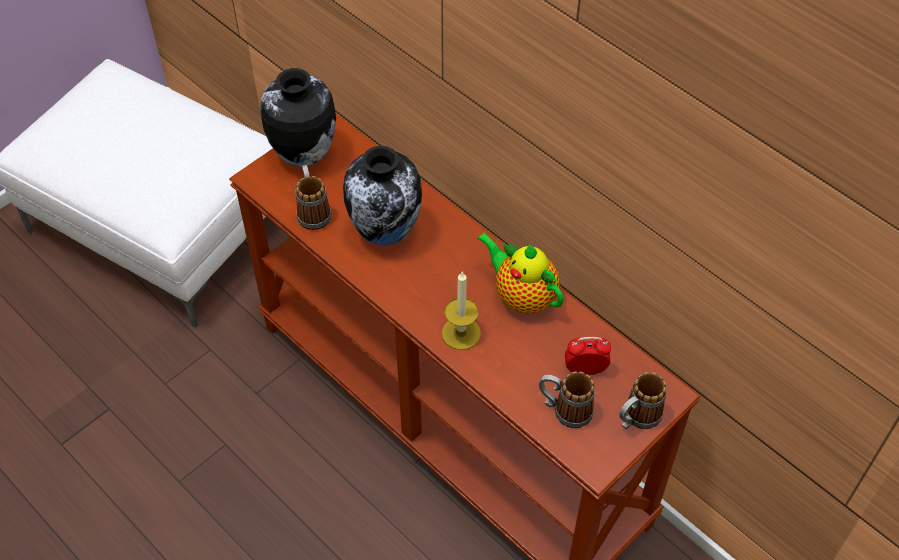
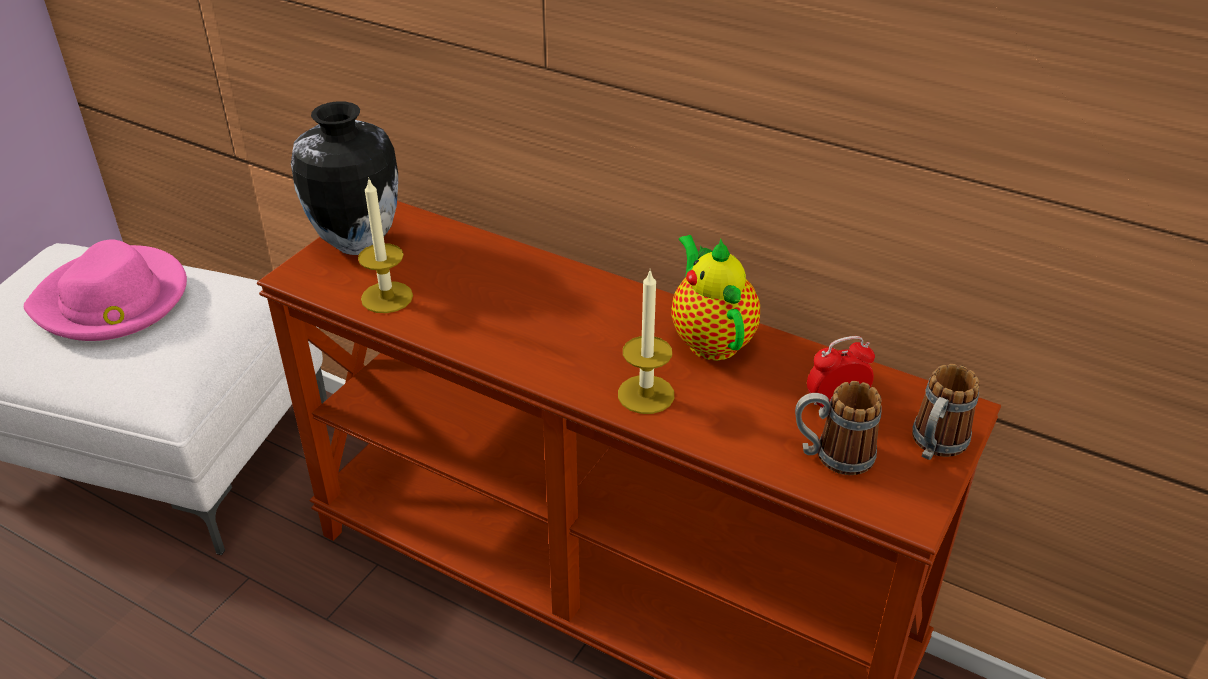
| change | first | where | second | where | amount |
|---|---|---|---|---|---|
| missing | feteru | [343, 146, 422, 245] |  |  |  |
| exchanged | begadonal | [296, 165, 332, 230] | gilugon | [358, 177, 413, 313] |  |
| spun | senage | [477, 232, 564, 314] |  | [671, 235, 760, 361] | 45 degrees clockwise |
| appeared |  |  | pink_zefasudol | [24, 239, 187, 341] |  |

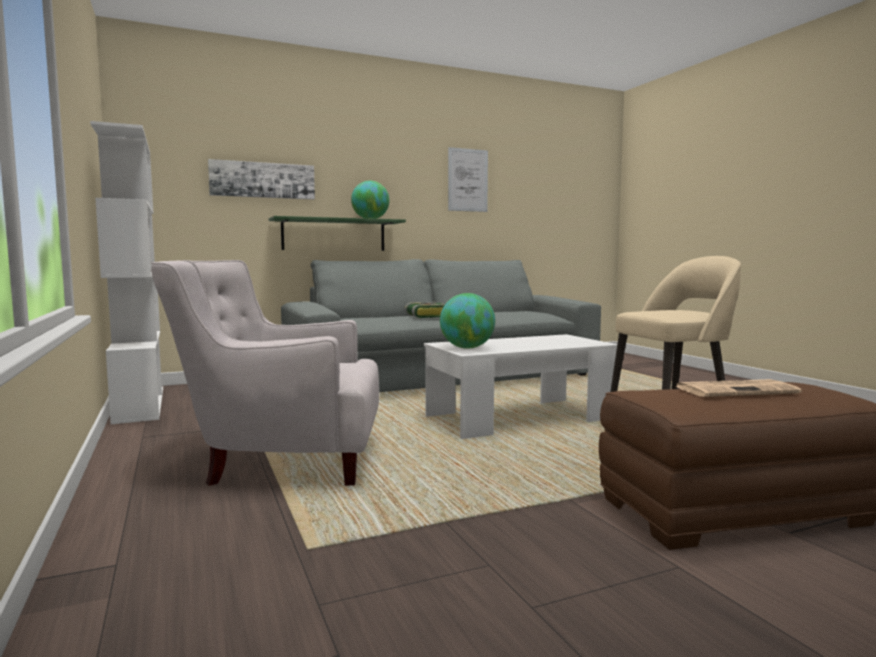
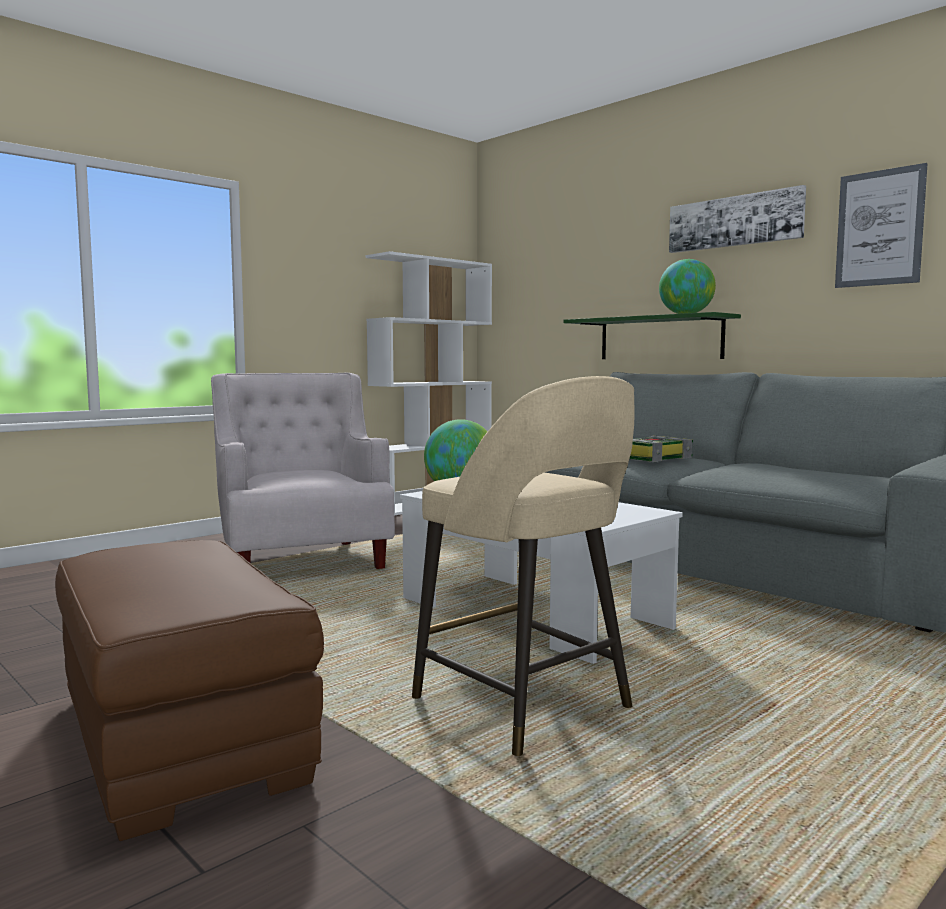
| change | first | where | second | where | amount |
|---|---|---|---|---|---|
| relocated | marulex | [208, 159, 315, 200] |  | [669, 185, 806, 253] |  |
| missing | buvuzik | [674, 379, 802, 397] |  |  |  |

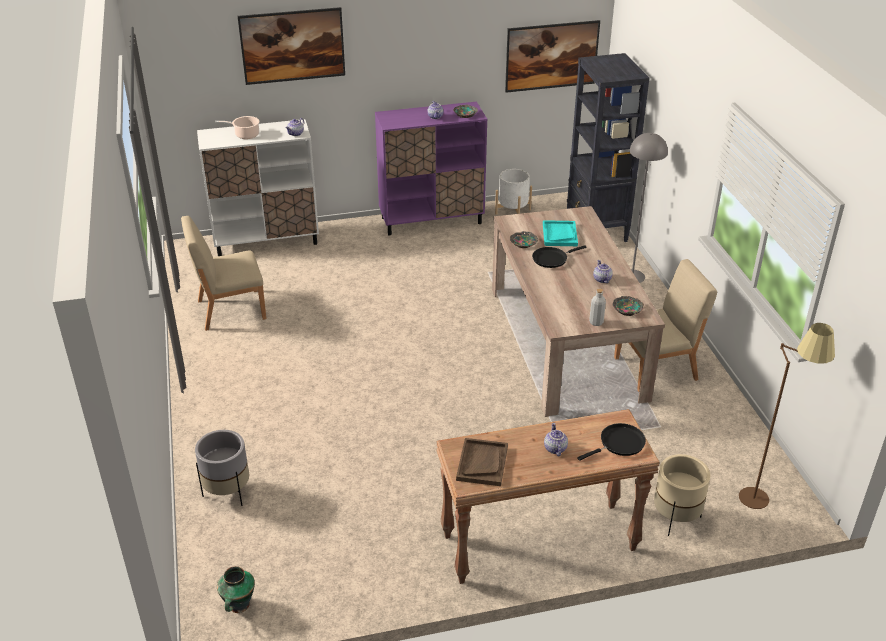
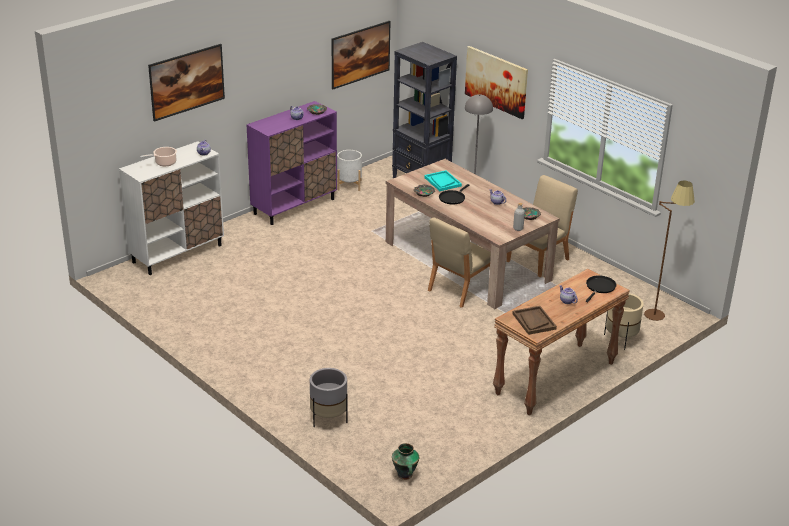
| change | first | where | second | where | amount |
|---|---|---|---|---|---|
| relocated | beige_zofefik | [181, 216, 266, 331] |  | [428, 217, 491, 308] |  |
| appeared |  |  | marulex | [465, 46, 528, 119] |  |

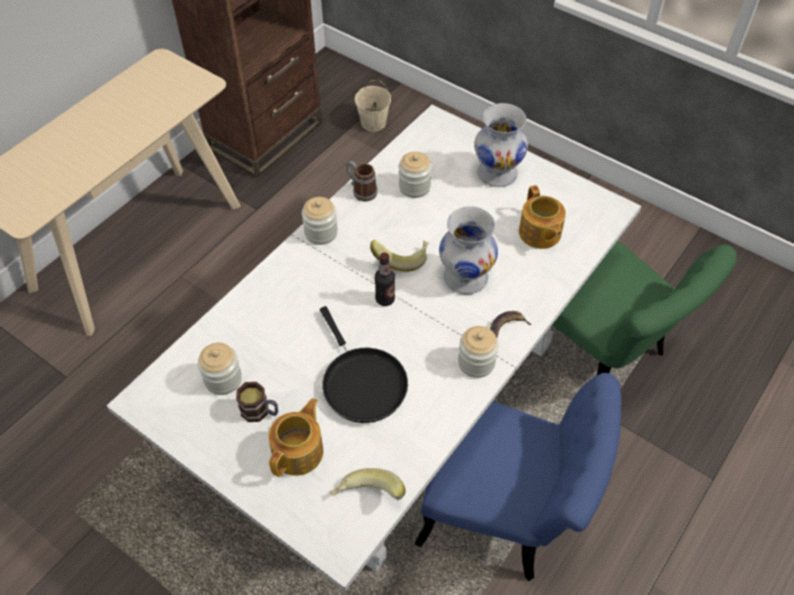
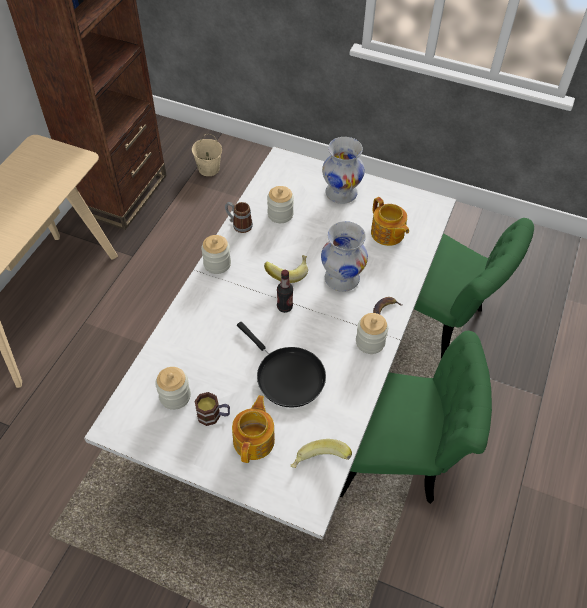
| change | first | where | second | where | amount |
|---|---|---|---|---|---|
| colour | blue_zofefik | [415, 373, 621, 581] | green_zofefik | [340, 331, 492, 504] |  |

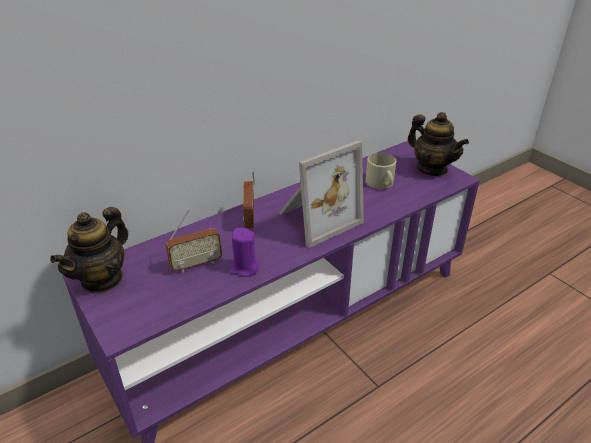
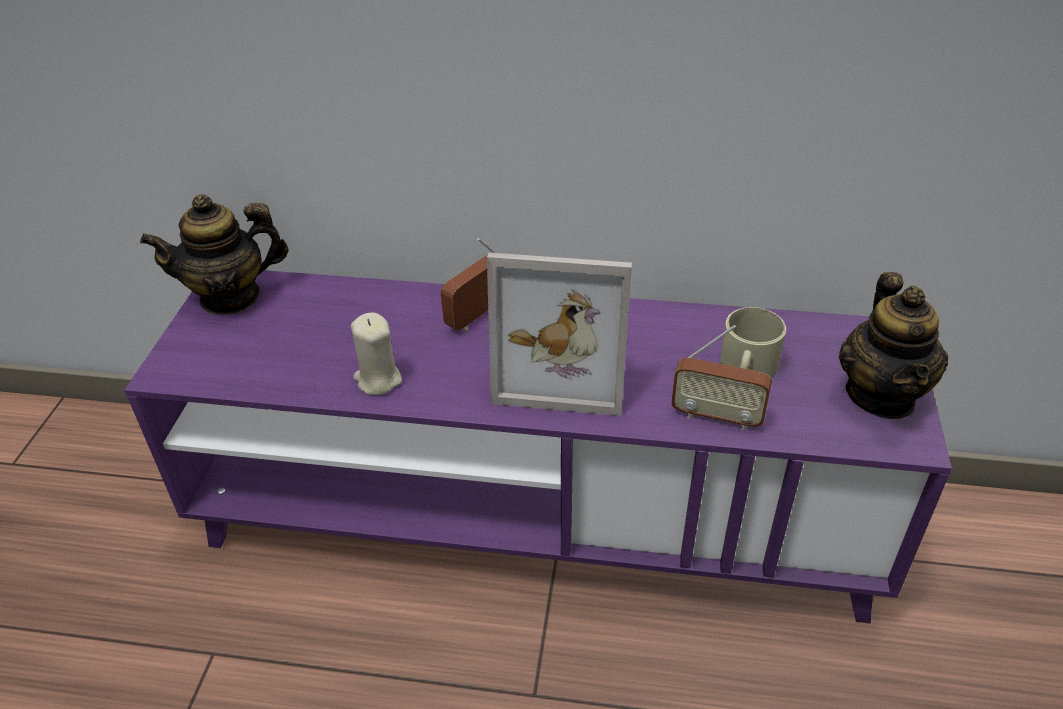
| change | first | where | second | where | amount |
|---|---|---|---|---|---|
| relocated | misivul | [166, 210, 222, 273] |  | [671, 325, 772, 430] |  |
| colour | purple_gilugon | [230, 228, 259, 277] | beige_gilugon | [351, 313, 402, 395] |  |

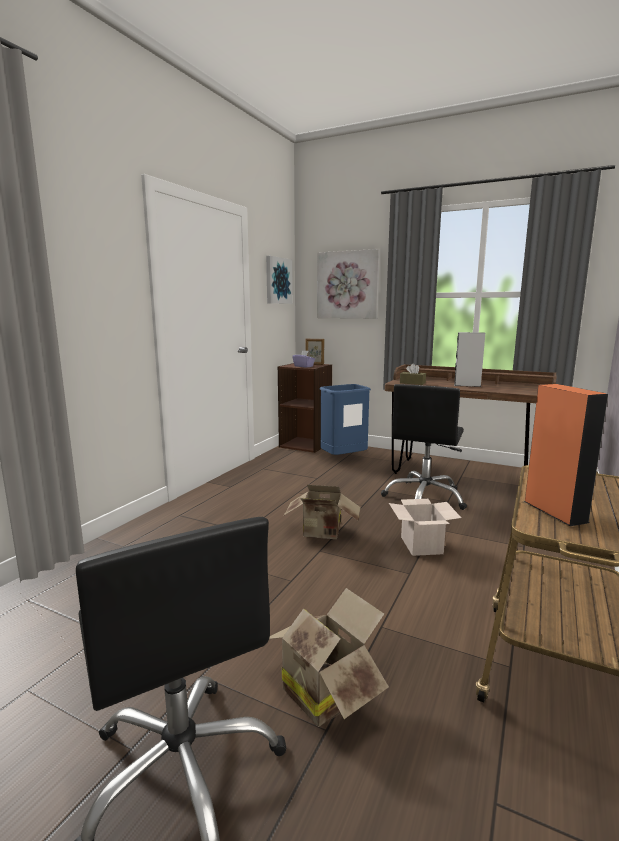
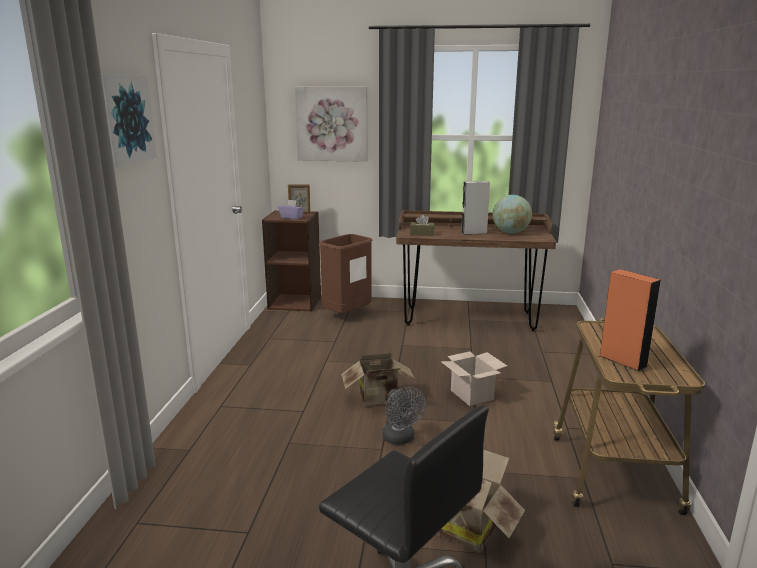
| change | first | where | second | where | amount |
|---|---|---|---|---|---|
| relocated | marulex | [266, 256, 293, 304] |  | [101, 74, 157, 168] |  |
| colour | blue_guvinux | [320, 384, 371, 455] | brown_guvinux | [319, 234, 373, 313] |  |
| missing | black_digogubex | [381, 384, 467, 510] |  |  |  |
| appeared |  |  | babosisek | [493, 195, 532, 234] |  |
| appeared |  |  | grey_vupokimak | [382, 387, 426, 445] |  |

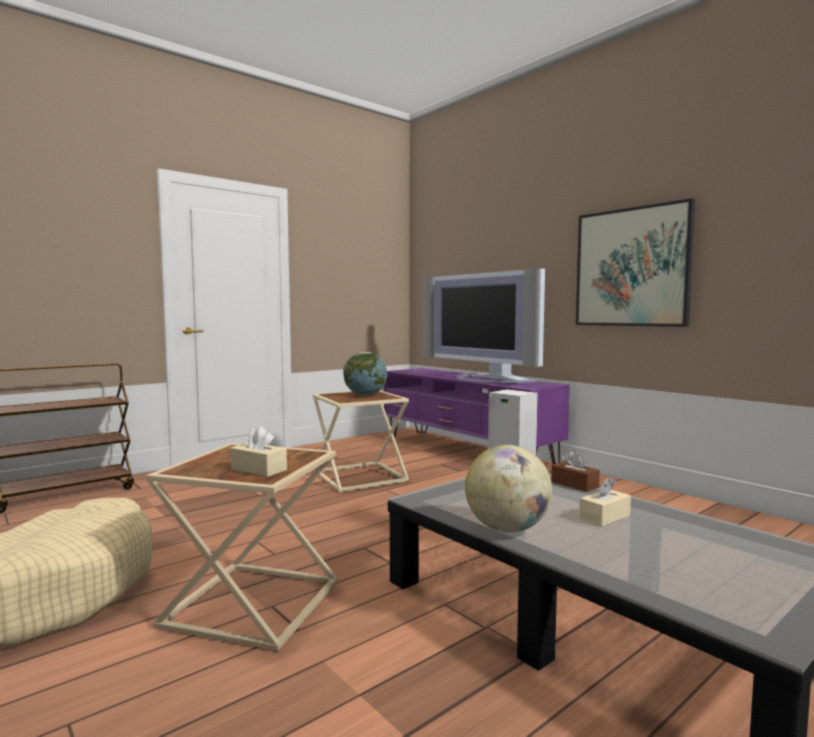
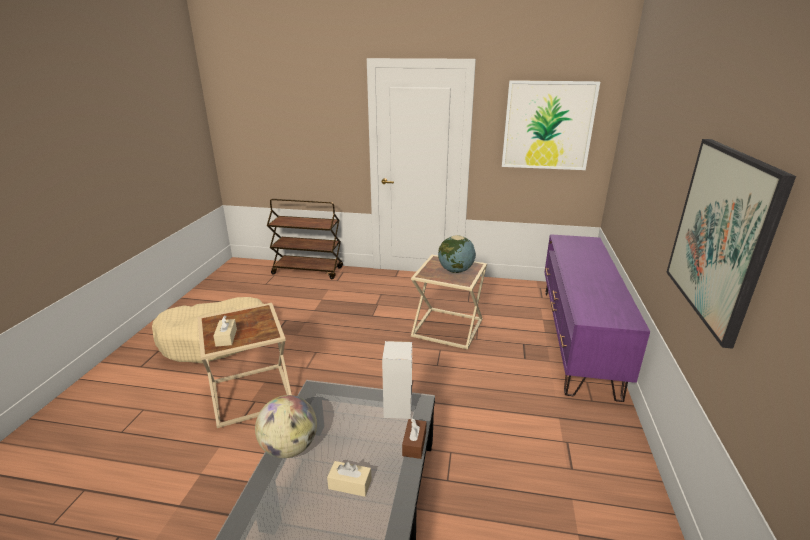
| change | first | where | second | where | amount |
|---|---|---|---|---|---|
| missing | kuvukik | [423, 268, 545, 384] |  |  |  |
| appeared |  |  | marulex | [502, 80, 600, 170] |  |

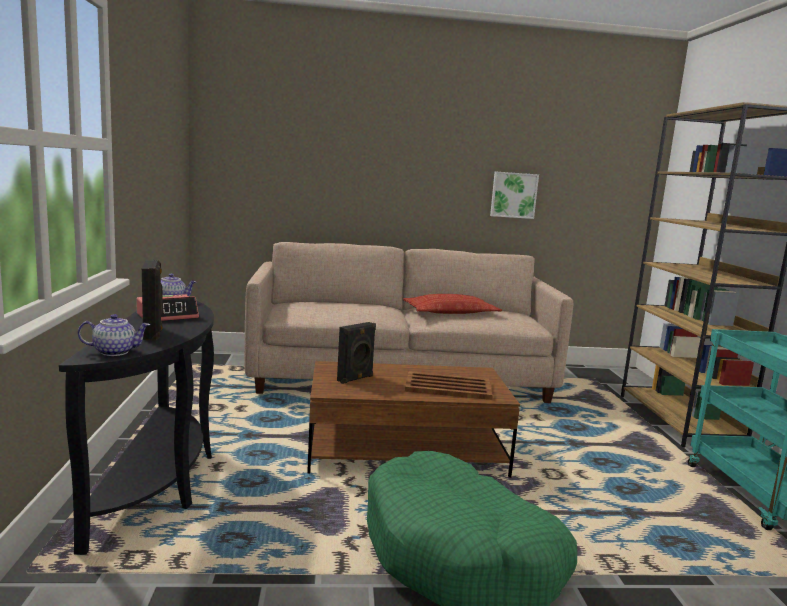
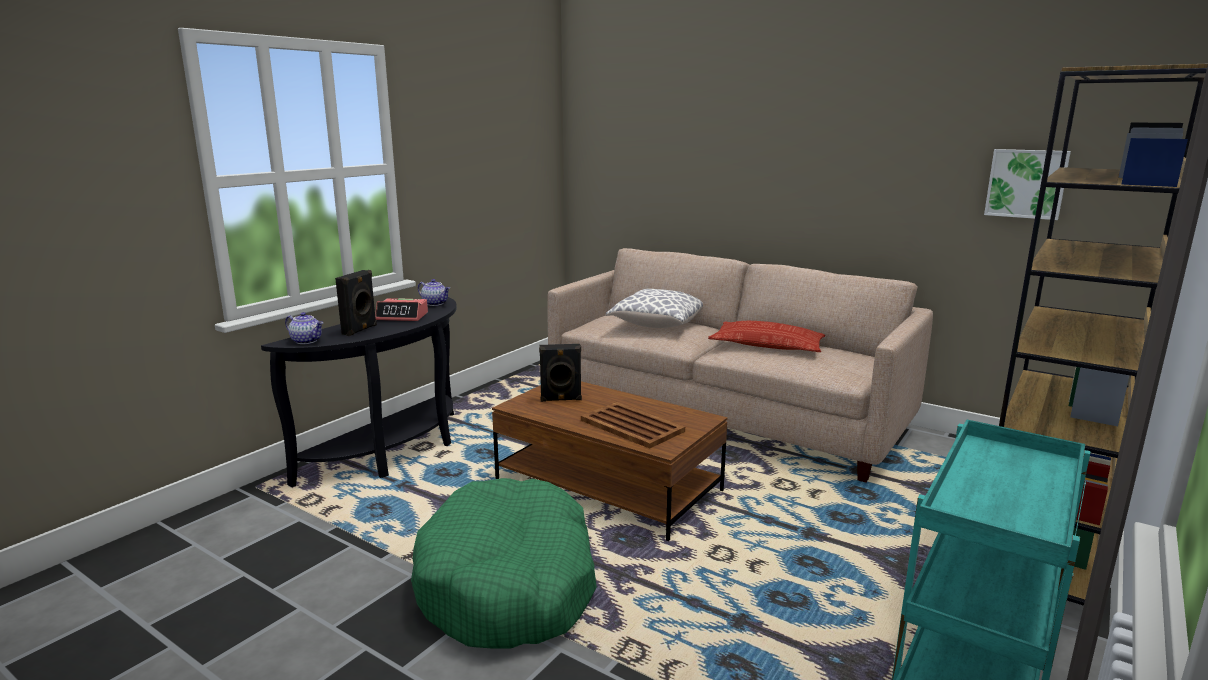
| change | first | where | second | where | amount |
|---|---|---|---|---|---|
| relocated | marulex | [490, 172, 539, 219] |  | [984, 149, 1071, 220] |  |
| appeared |  |  | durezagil | [606, 289, 703, 328] |  |

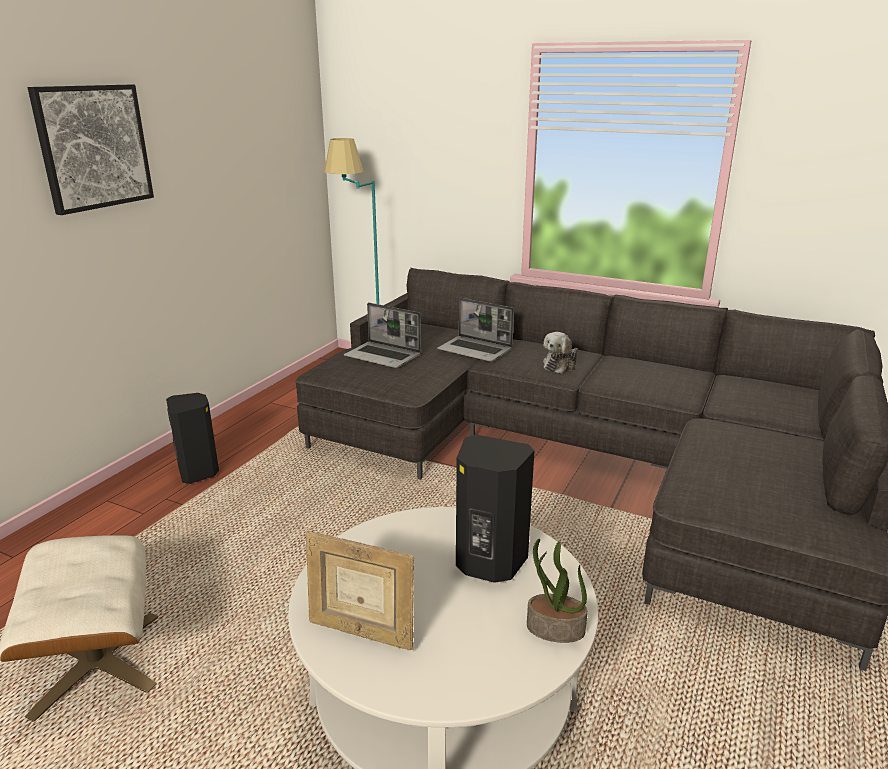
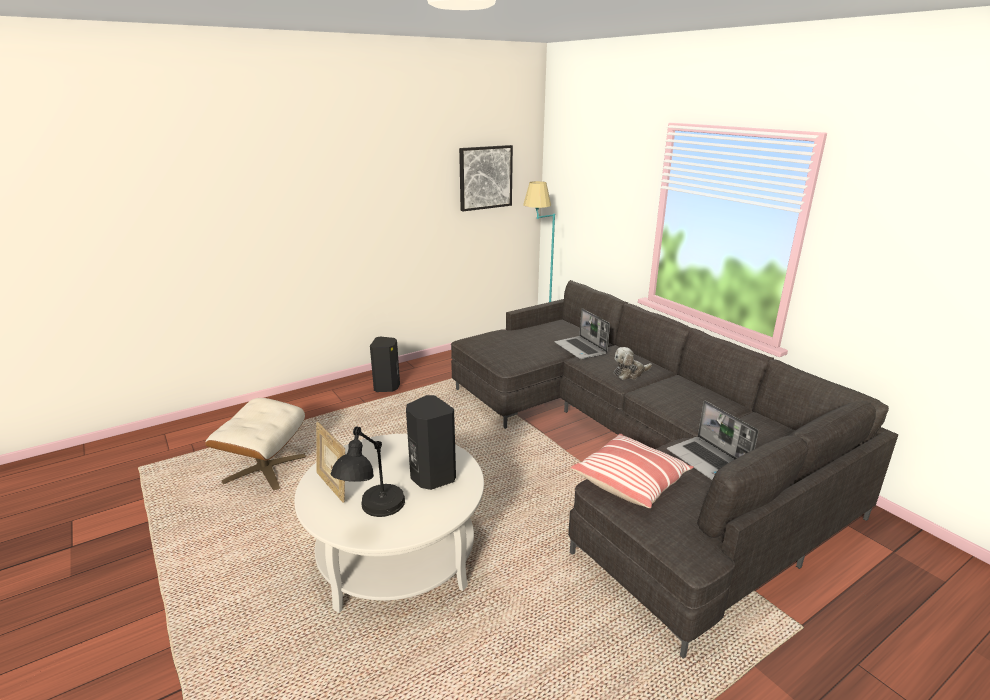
| change | first | where | second | where | amount |
|---|---|---|---|---|---|
| relocated | marulex | [27, 85, 154, 215] |  | [459, 145, 513, 211] |  |
| relocated | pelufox | [344, 303, 421, 368] |  | [667, 401, 759, 480] |  |
| missing | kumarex | [527, 539, 588, 643] |  |  |  |
| appeared |  |  | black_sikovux | [330, 426, 405, 517] |  |
| appeared |  |  | durezagil | [571, 434, 694, 508] |  |

